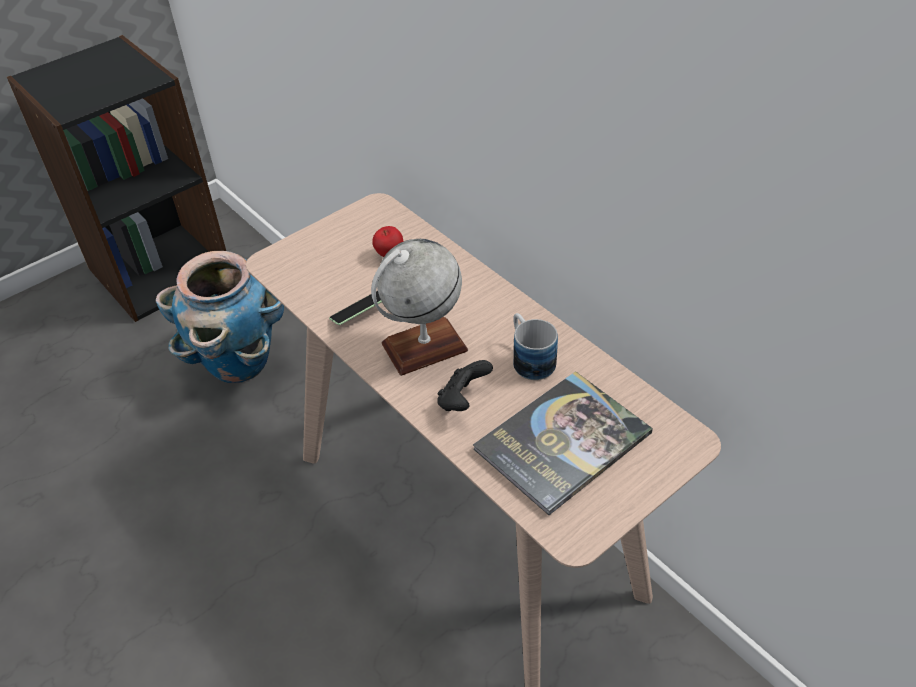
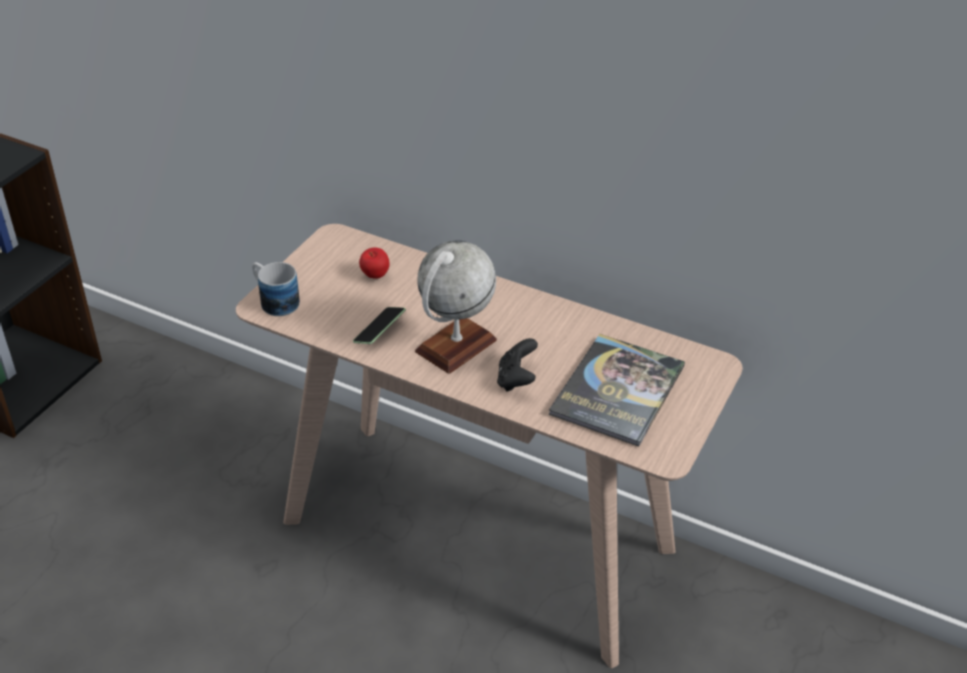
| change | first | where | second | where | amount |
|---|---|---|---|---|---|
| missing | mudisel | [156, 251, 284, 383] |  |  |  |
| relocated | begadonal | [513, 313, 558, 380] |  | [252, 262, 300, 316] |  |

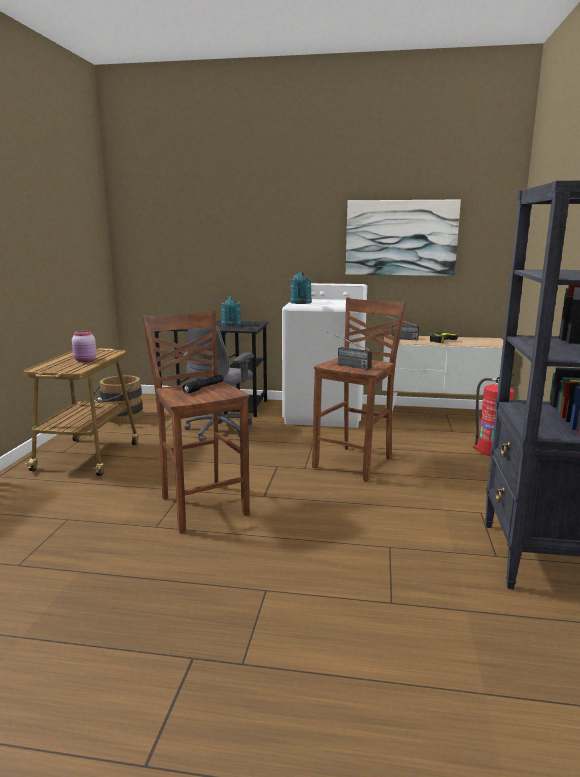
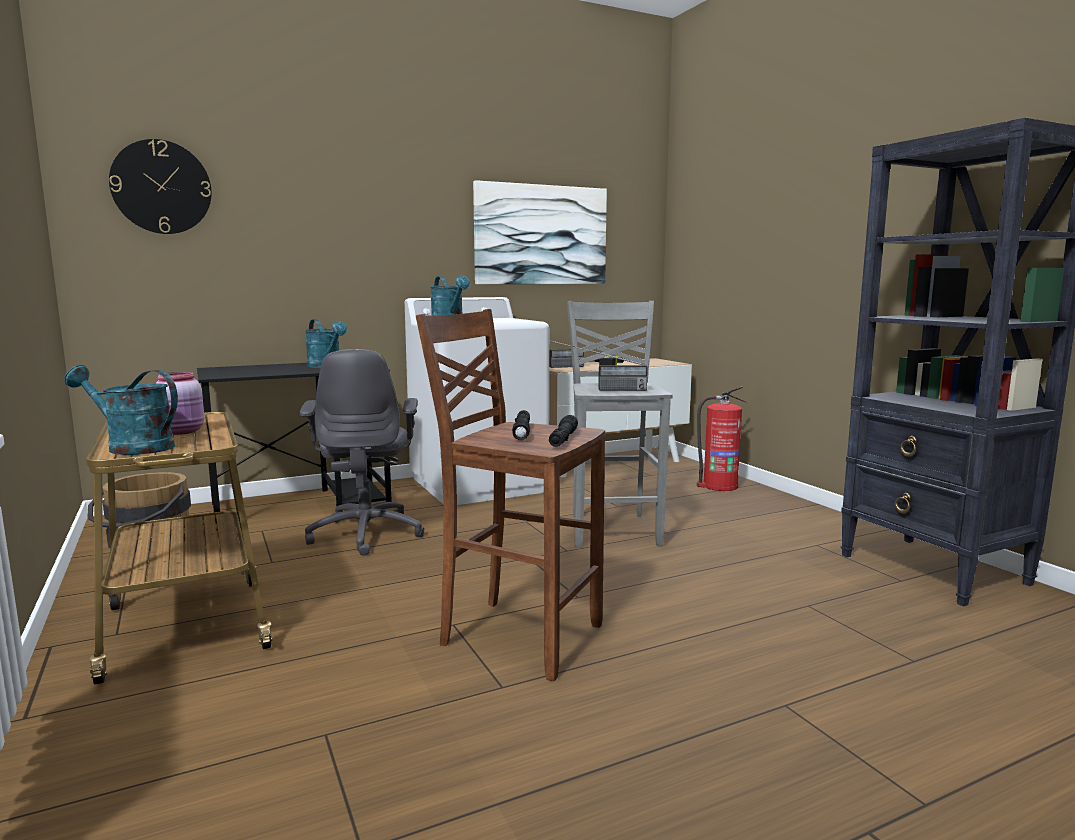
| change | first | where | second | where | amount |
|---|---|---|---|---|---|
| colour | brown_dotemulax | [312, 298, 407, 482] | grey_dotemulax | [567, 301, 673, 548] |  |
| appeared |  |  | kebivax | [109, 139, 212, 234] |  |
| appeared |  |  | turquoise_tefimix | [65, 365, 178, 455] |  |
| appeared |  |  | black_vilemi | [549, 415, 578, 447] |  |

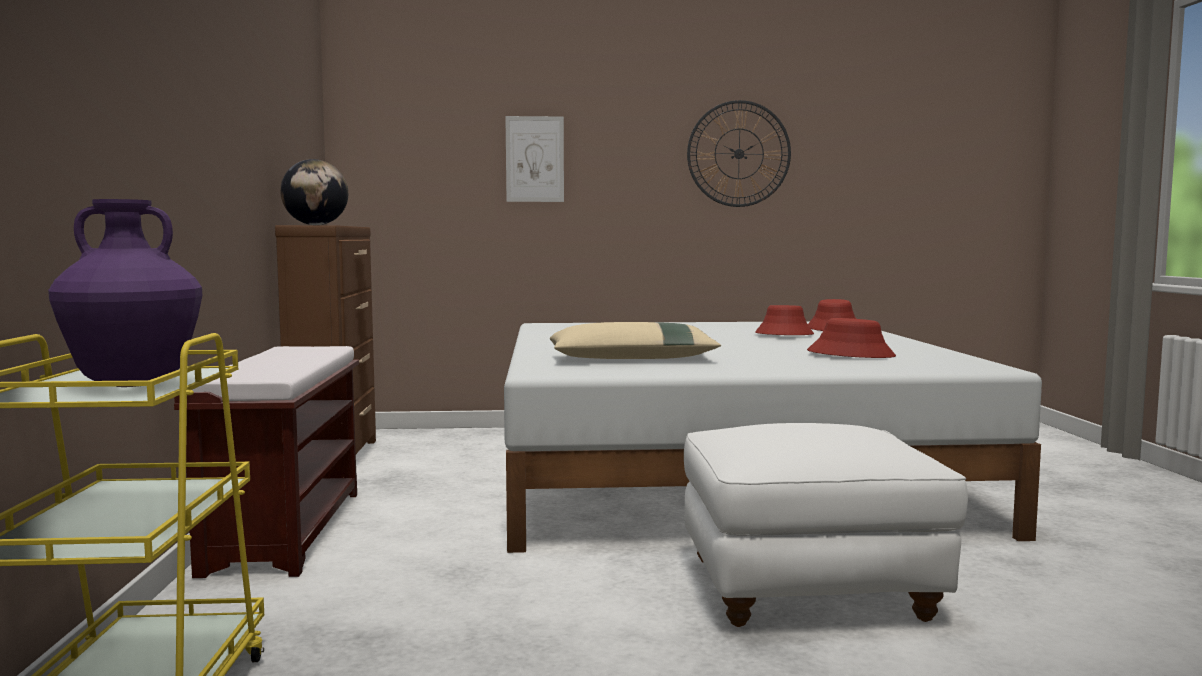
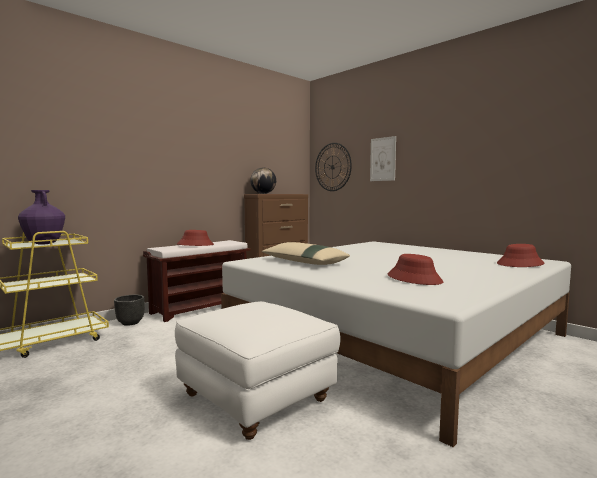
| change | first | where | second | where | amount |
|---|---|---|---|---|---|
| relocated | kebivax | [687, 100, 791, 207] |  | [315, 143, 352, 191] |  |
| relocated | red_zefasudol | [755, 305, 814, 335] |  | [177, 230, 214, 246] |  |
| appeared |  |  | black_mudisel | [114, 295, 145, 326] |  |

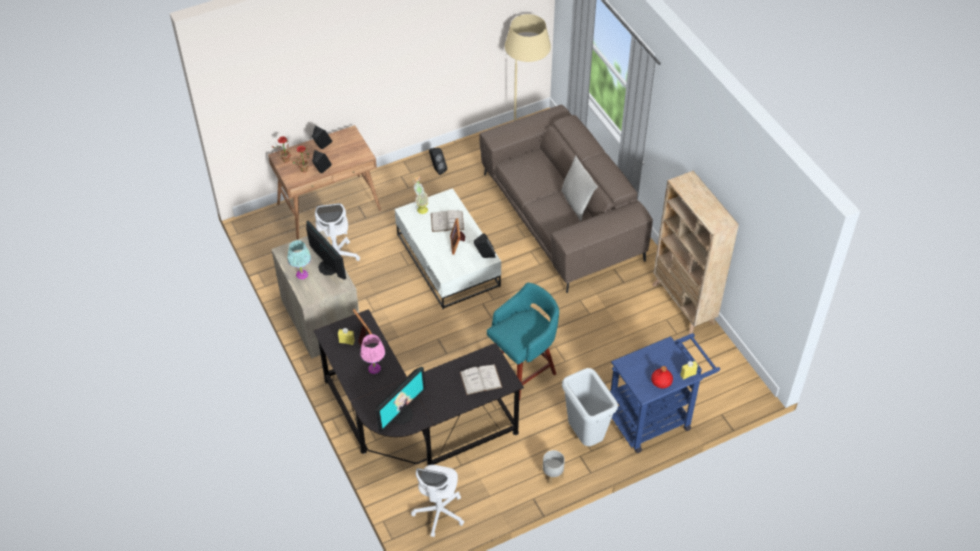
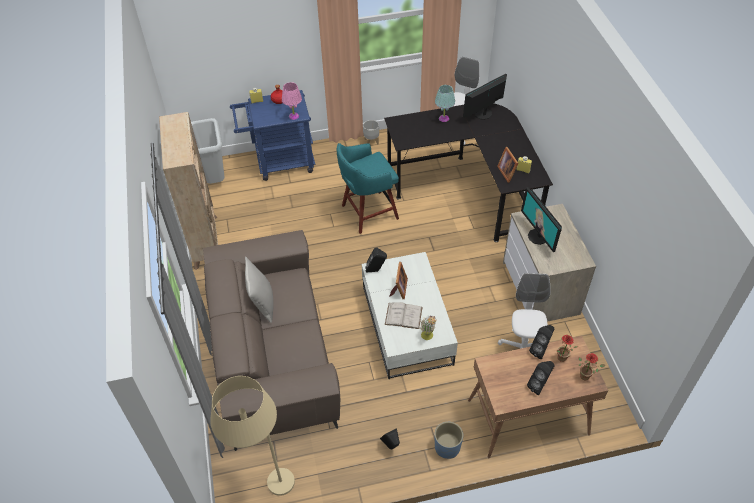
| change | first | where | second | where | amount |
|---|---|---|---|---|---|
| relocated | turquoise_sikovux | [287, 240, 311, 279] |  | [435, 85, 455, 122] |  |
| relocated | pink_sikovux | [360, 334, 385, 374] |  | [282, 82, 302, 120] |  |
| missing | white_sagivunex | [460, 365, 503, 395] |  |  |  |
| relocated | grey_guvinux | [562, 368, 618, 446] |  | [191, 118, 224, 184] |  |
| appeared |  |  | blue_mudisel | [435, 422, 463, 459] |  |

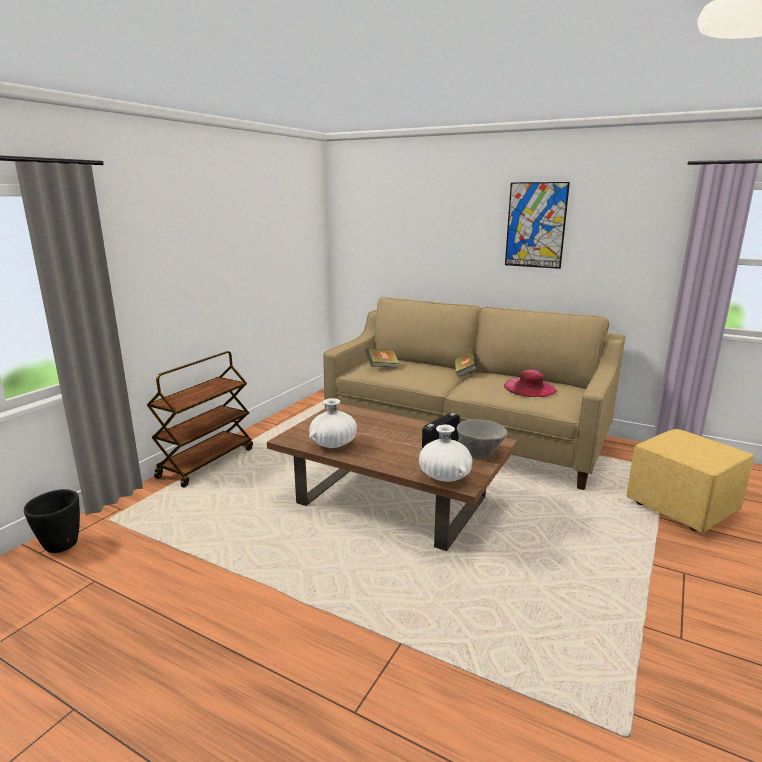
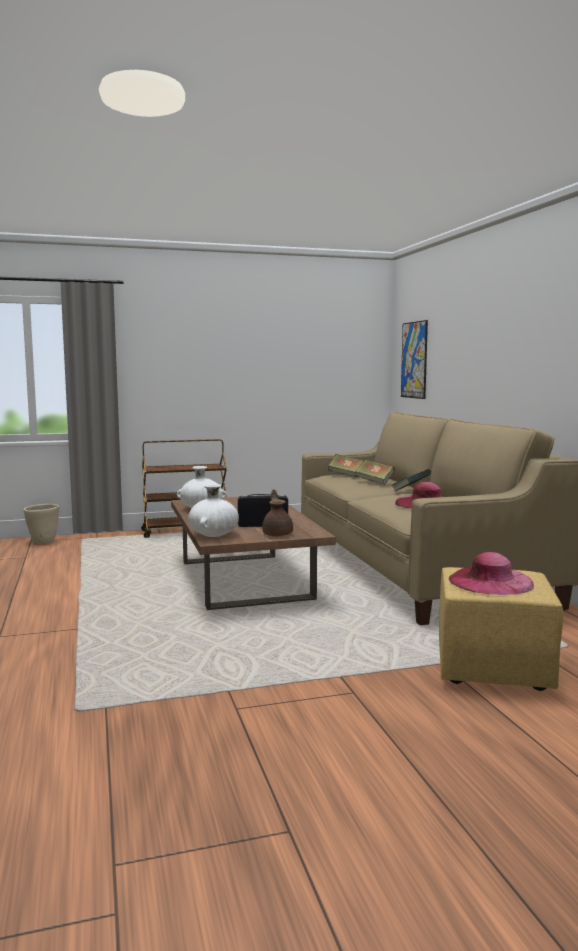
| change | first | where | second | where | amount |
|---|---|---|---|---|---|
| relocated | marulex | [505, 182, 570, 269] |  | [401, 320, 428, 399] |  |
| exchanged | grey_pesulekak | [457, 419, 507, 459] | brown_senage | [262, 490, 293, 536] |  |
| colour | black_mudisel | [24, 489, 80, 553] | beige_mudisel | [23, 504, 59, 544] |  |
| appeared |  |  | sagivunex | [355, 459, 395, 485] |  |
| appeared |  |  | pink_zefasudol | [448, 552, 534, 595] |  |

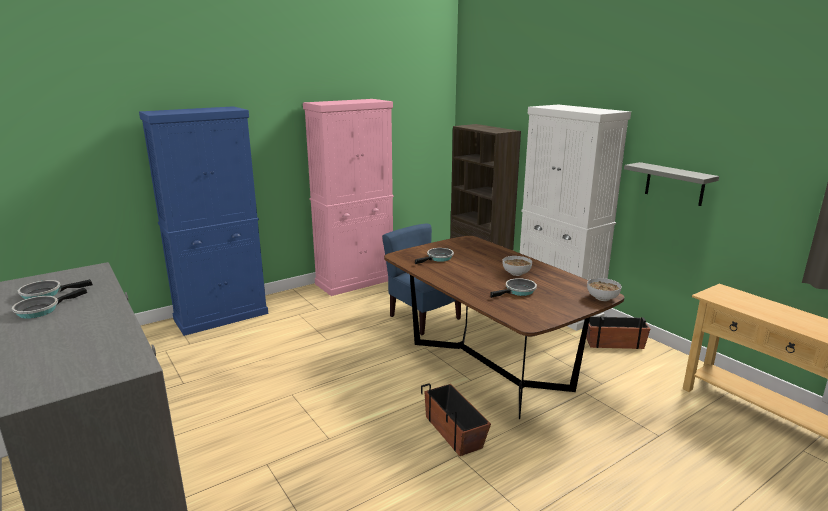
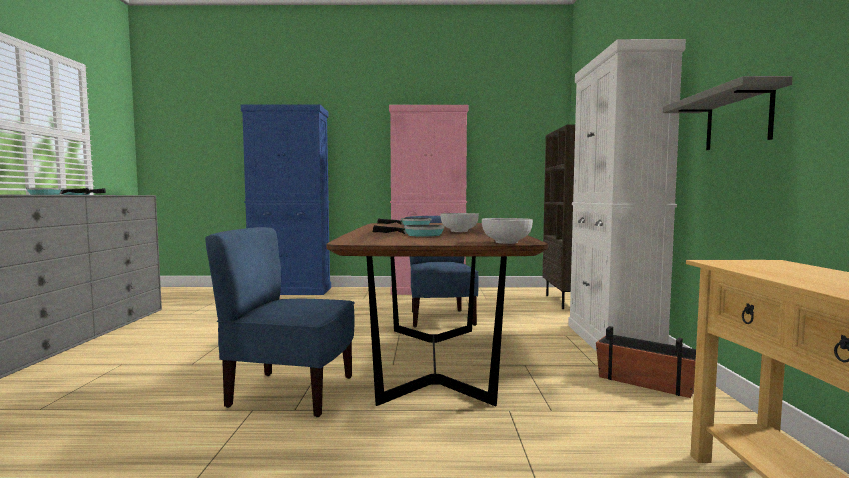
| change | first | where | second | where | amount |
|---|---|---|---|---|---|
| exchanged | mudisel | [421, 383, 491, 456] | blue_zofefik | [205, 227, 355, 417] |  |

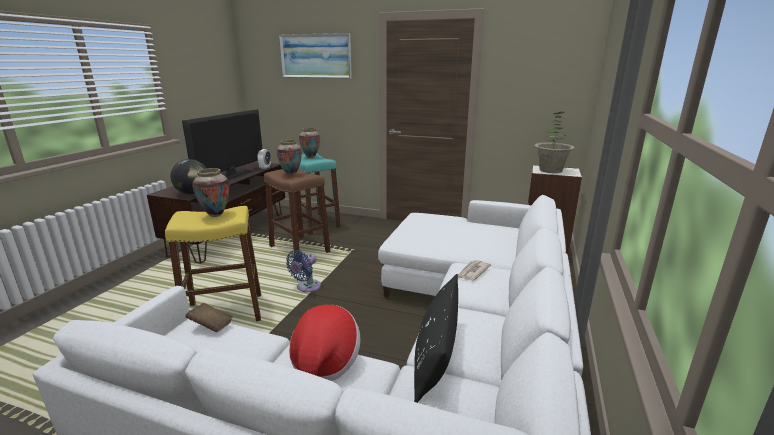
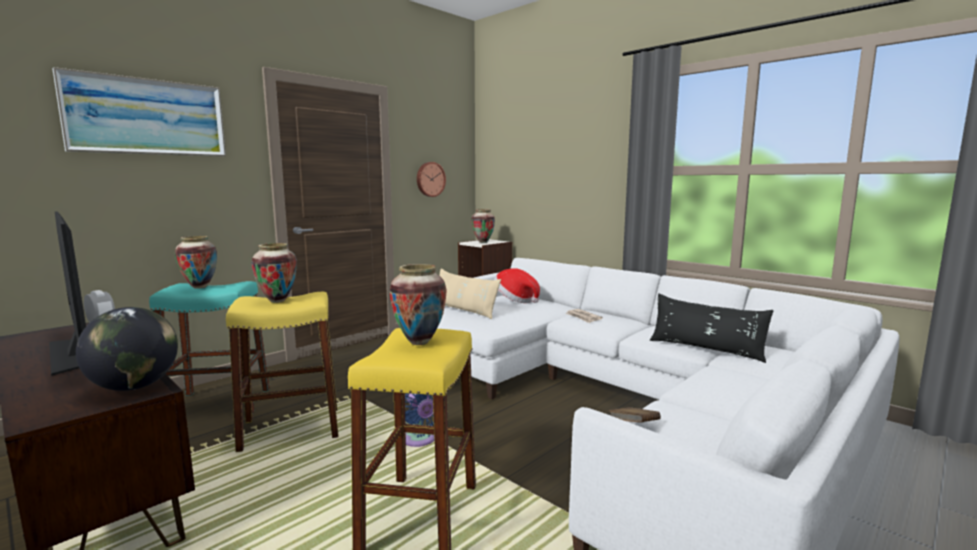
| change | first | where | second | where | amount |
|---|---|---|---|---|---|
| exchanged | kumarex | [534, 112, 575, 173] | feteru | [471, 209, 495, 243] |  |
| colour | brown_dotemulax | [264, 169, 331, 254] | yellow_dotemulax | [226, 292, 339, 452] |  |
| relocated | zefasudol | [289, 305, 360, 381] |  | [494, 268, 540, 303] |  |
| appeared |  |  | kebivax | [417, 162, 446, 197] |  |
| appeared |  |  | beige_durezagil | [439, 268, 501, 319] |  |

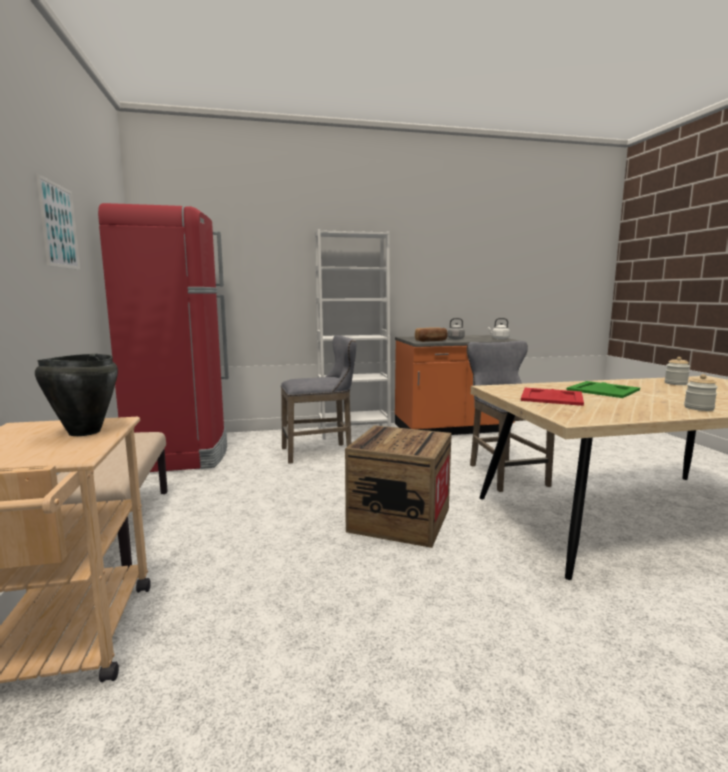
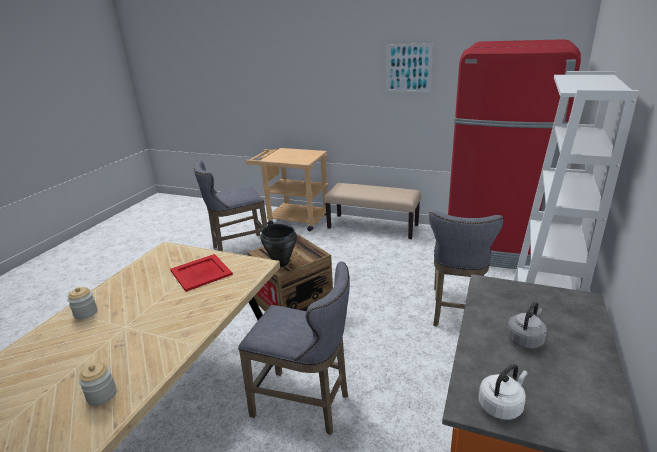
| change | first | where | second | where | amount |
|---|---|---|---|---|---|
| missing | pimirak | [415, 327, 448, 342] |  |  |  |
| relocated | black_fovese | [35, 354, 118, 436] |  | [261, 224, 297, 267] |  |
| missing | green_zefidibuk | [567, 381, 640, 398] |  |  |  |
| appeared |  |  | grey_dotemulax | [194, 160, 267, 251] |  |

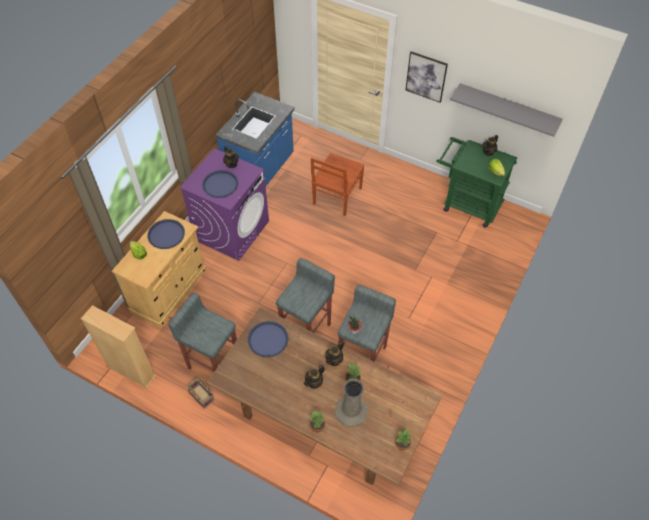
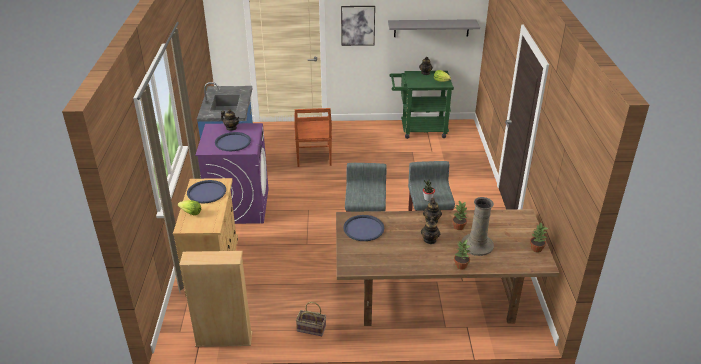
| change | first | where | second | where | amount |
|---|---|---|---|---|---|
| missing | grey_dotemulax | [168, 293, 237, 372] |  |  |  |

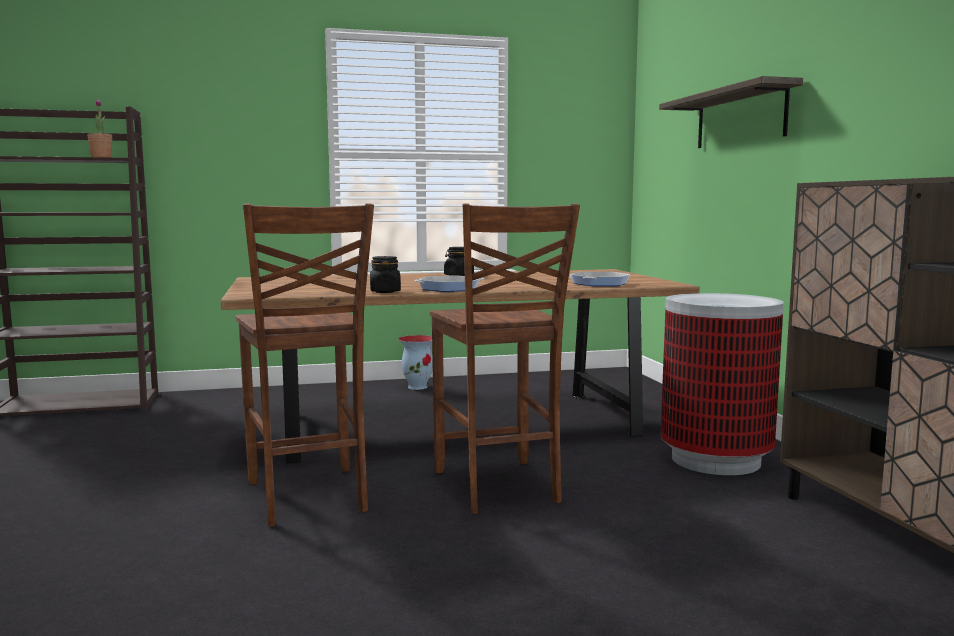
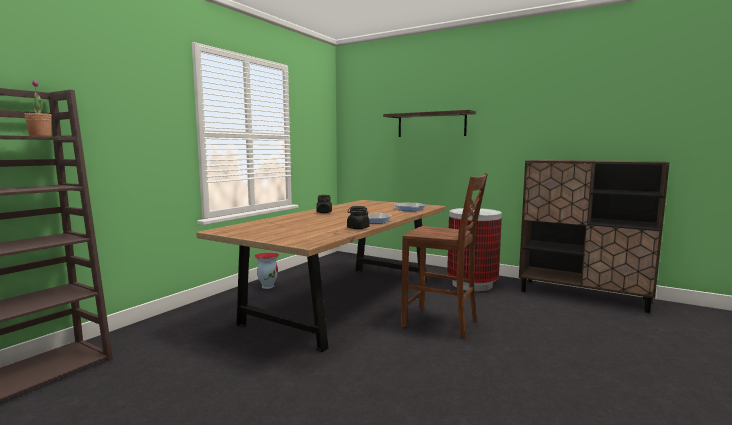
| change | first | where | second | where | amount |
|---|---|---|---|---|---|
| missing | brown_zofefik | [236, 203, 374, 527] |  |  |  |

